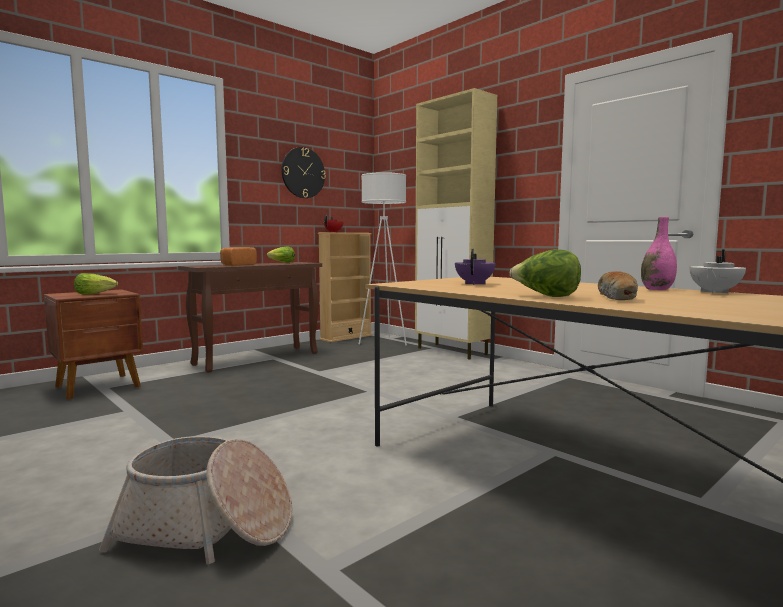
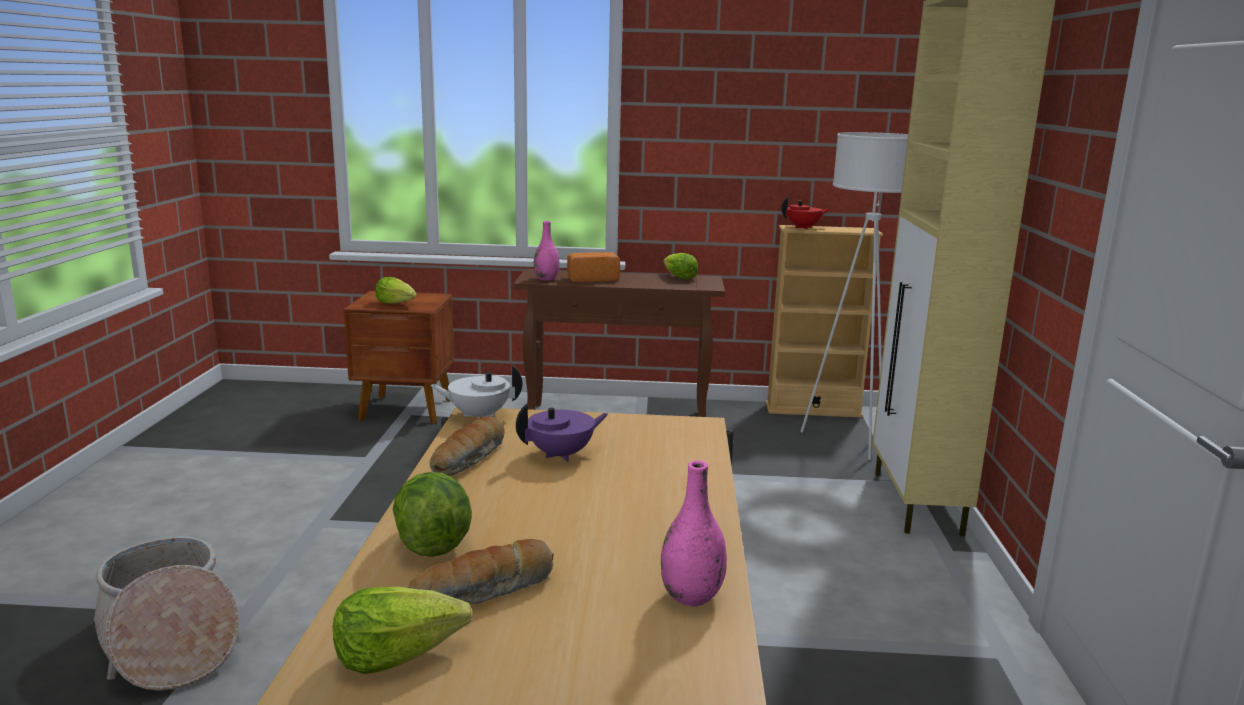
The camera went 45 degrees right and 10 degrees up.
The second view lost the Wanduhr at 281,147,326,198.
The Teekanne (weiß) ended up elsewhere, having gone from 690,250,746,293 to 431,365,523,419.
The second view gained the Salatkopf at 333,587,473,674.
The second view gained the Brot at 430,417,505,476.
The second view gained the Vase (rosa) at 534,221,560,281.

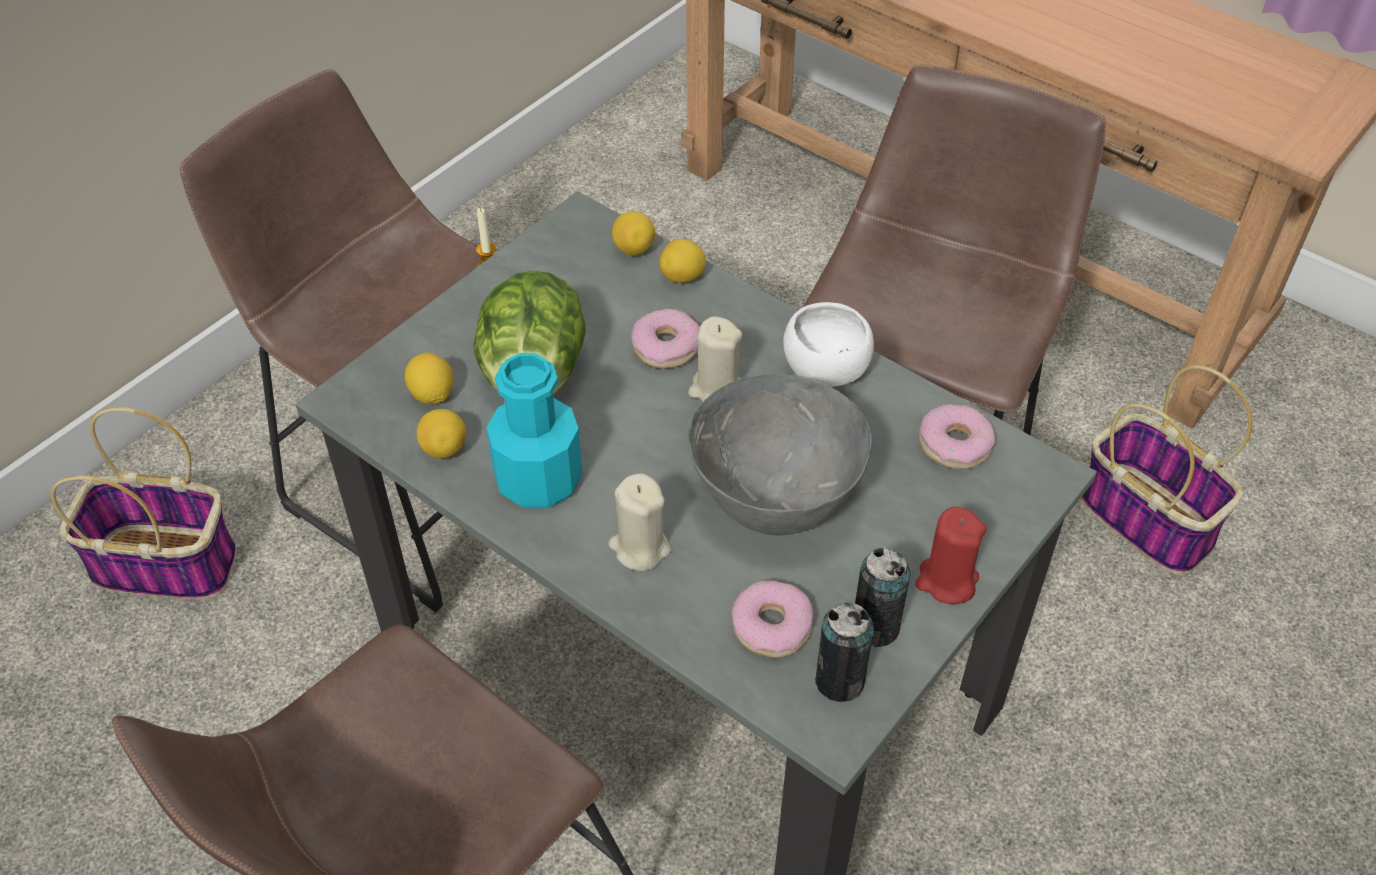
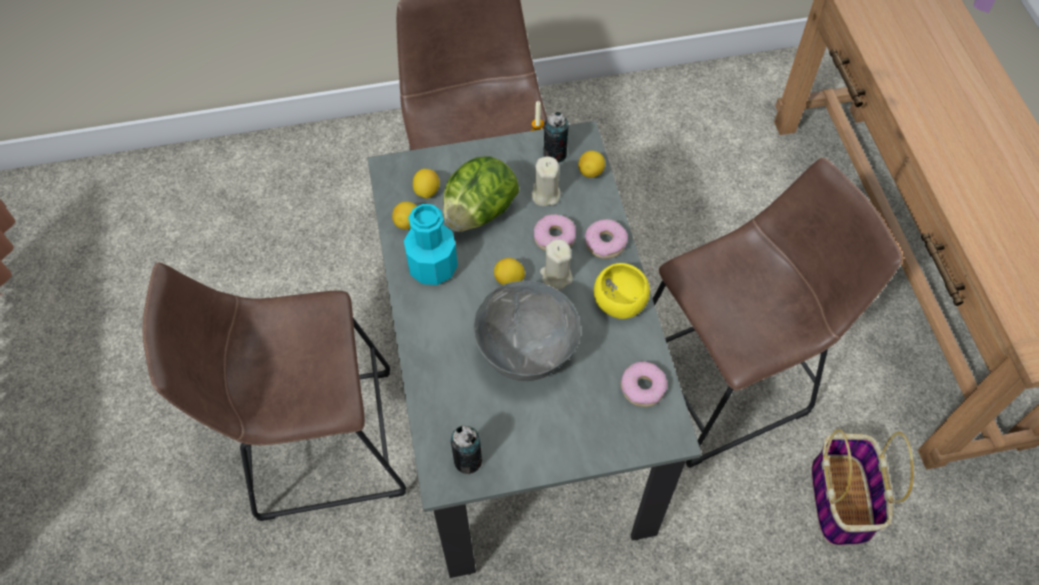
The camera went 40 degrees right and 10 degrees up.
The second view lost the Korb at 51,407,237,600.
The Kerze (beige) ended up elsewhere, having gone from 608,473,671,571 to 531,156,561,207.
The Zitrone ended up elsewhere, having gone from 659,239,706,283 to 494,258,525,285.
The Donut ended up elsewhere, having gone from 732,580,813,658 to 585,219,628,259.
What was the Schüssel (weiß) at 783,302,874,387 turned into the Schüssel (gelb) at 594,263,650,319.
The Dose ended up elsewhere, having gone from 855,547,911,647 to 543,112,569,163.
The second view lost the Kerze (rot) at 916,506,987,604.

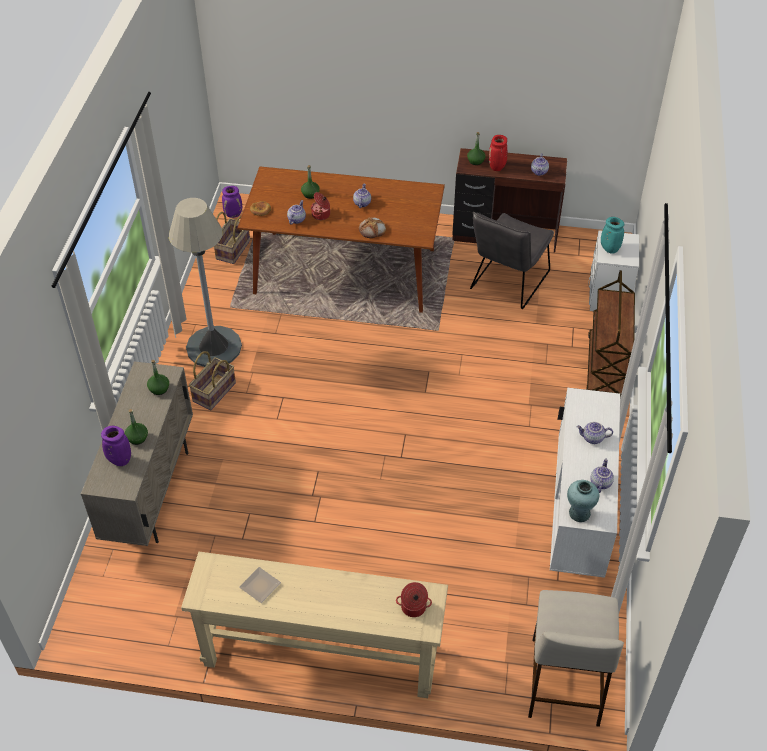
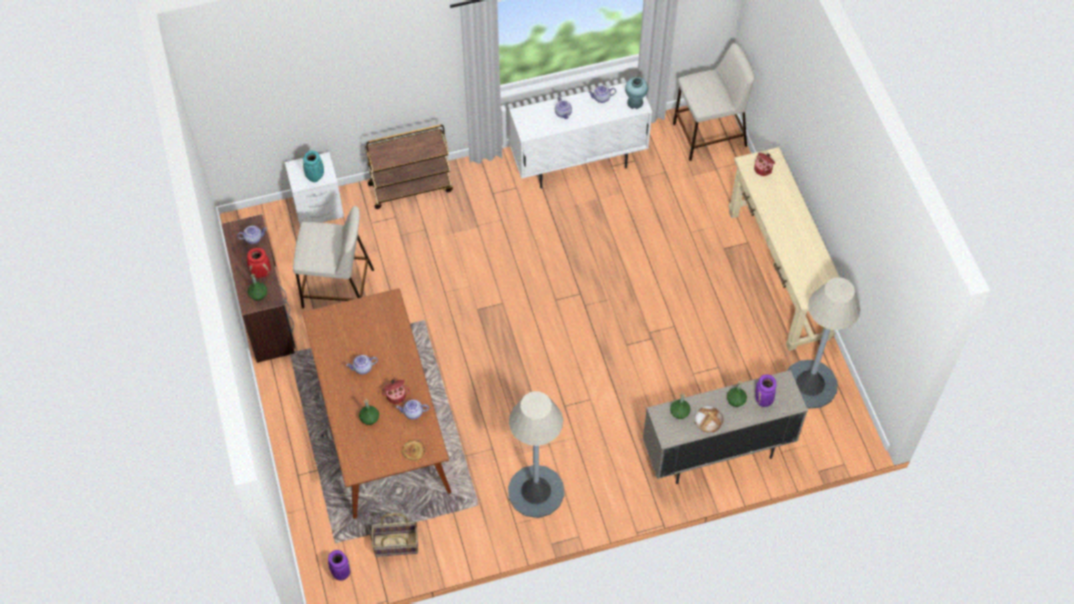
The camera went 115 degrees left and 10 degrees up.
The second view lost the Korb at 189,351,236,410.
The second view lost the Teller at 239,567,281,603.
The Brot ended up elsewhere, having gone from 359,217,386,238 to 694,405,723,432.
Where the Stuhl (grau) stood at 470,212,554,309, the Hocker (beige) came to stand at 293,206,374,309.
The second view gained the Stehlampe (grau) at 787,277,860,409.

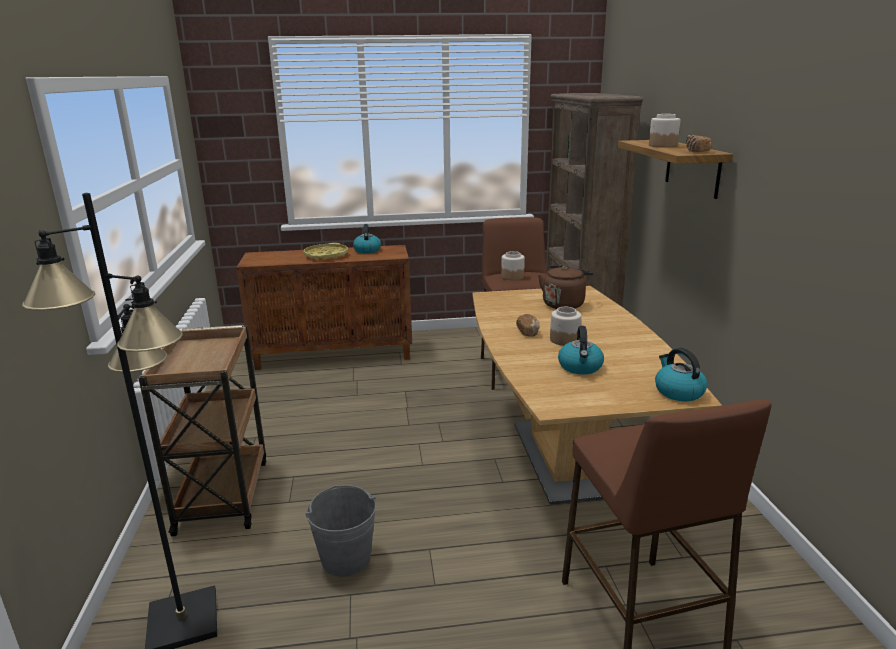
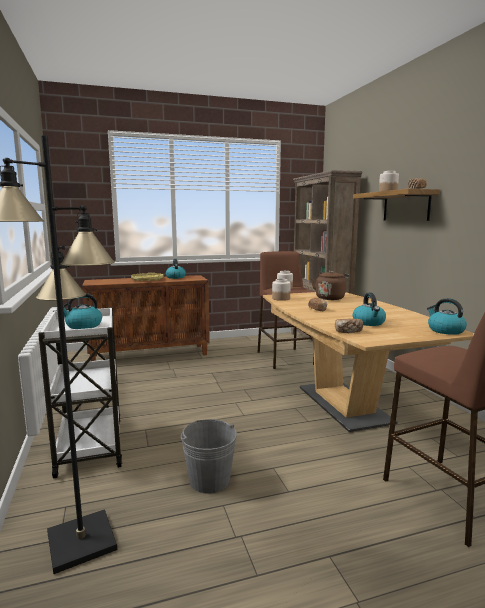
The camera went 10 degrees left and 10 degrees down.
What was the Rollwagen (braun) at 138,325,266,537 turned into the Rollwagen (weiß) at 38,307,122,478.
The Vorratsglas ended up elsewhere, having gone from 550,307,582,346 to 272,279,291,301.
The second view gained the Wasserkessel at 63,293,102,329.
The second view gained the Brot at 335,319,363,333.

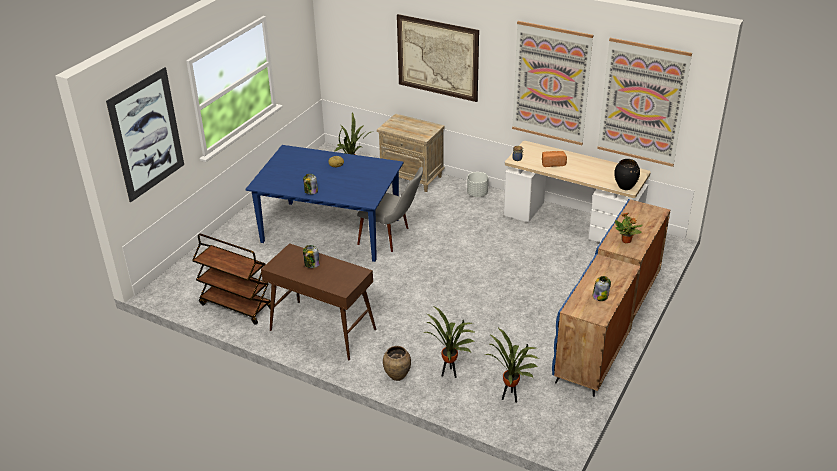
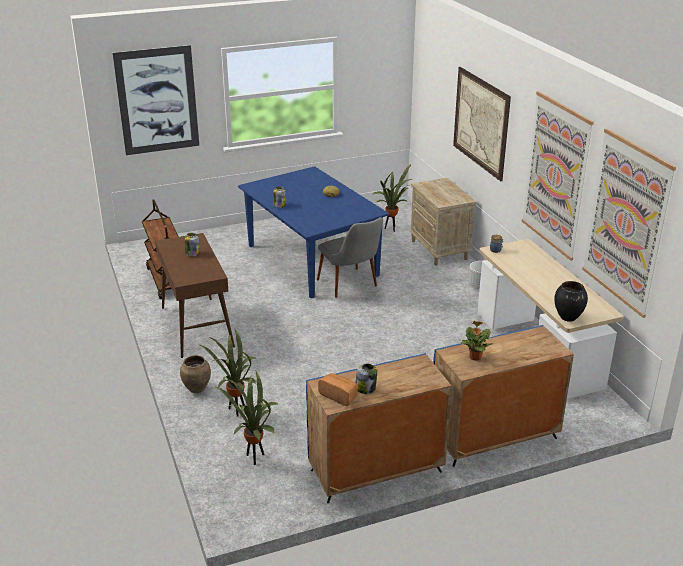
The camera went 40 degrees right and 5 degrees down.
The Brot ended up elsewhere, having gone from 542,151,567,167 to 318,373,358,406.

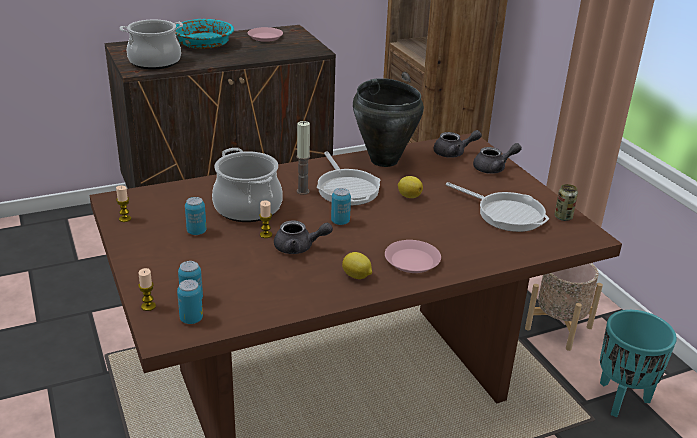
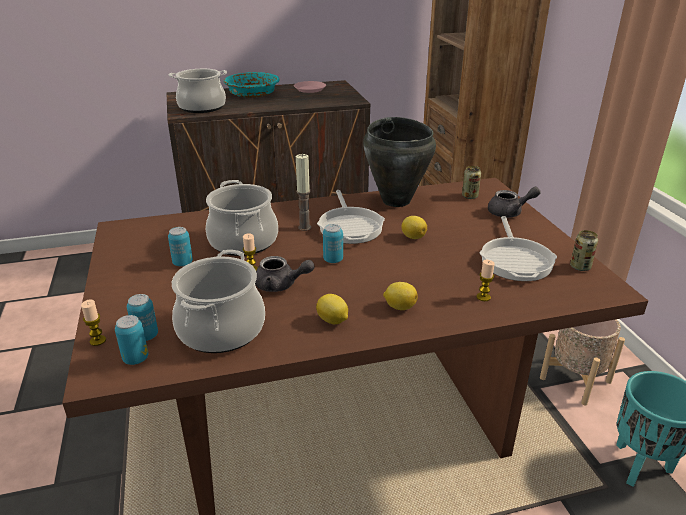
The camera went 10 degrees right and 0 degrees up.
The Kerze ended up elsewhere, having gone from 116,186,131,222 to 477,260,495,301.
Where the Teller (rosa) stood at 385,240,441,273, the Zitrone came to stand at 383,282,418,310.
Where the Teekanne (grau) stood at 433,130,482,158, the Dose came to stand at 462,166,481,199.
The Pfanne at 446,182,549,232 ended up facing another way, 45 degrees clockwise from before.
The second view gained the Kochtopf at 172,250,265,353.

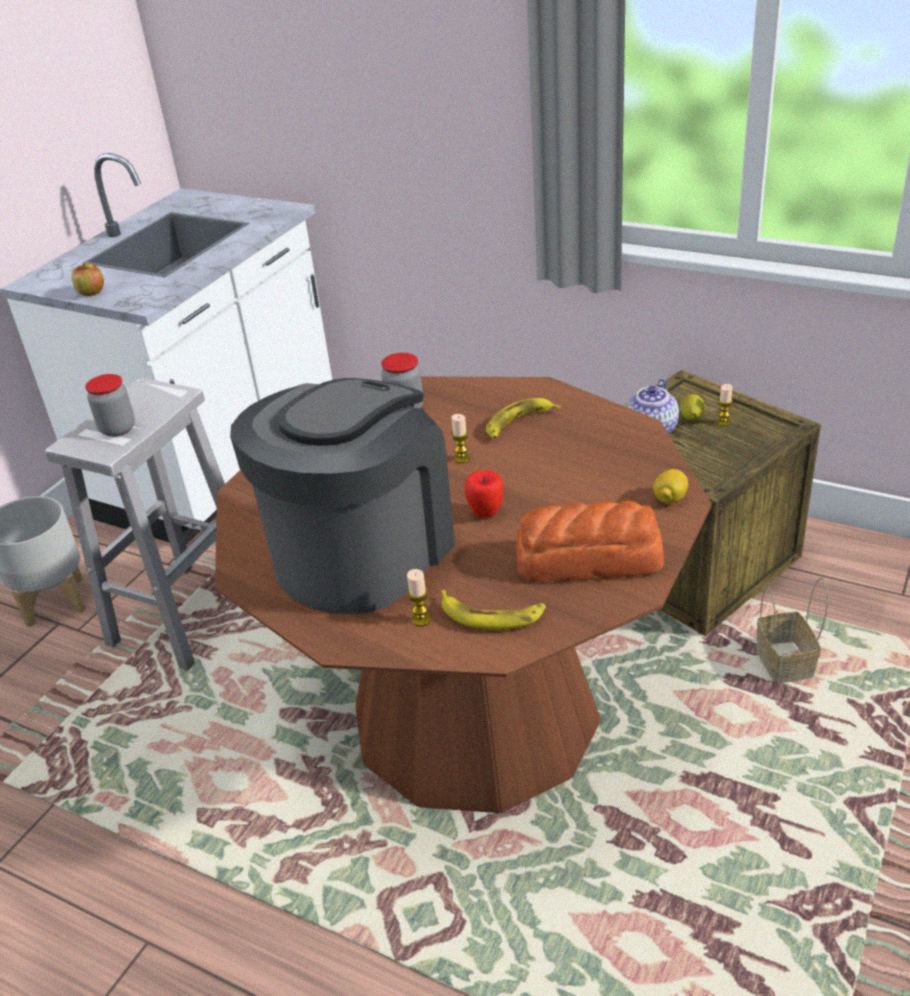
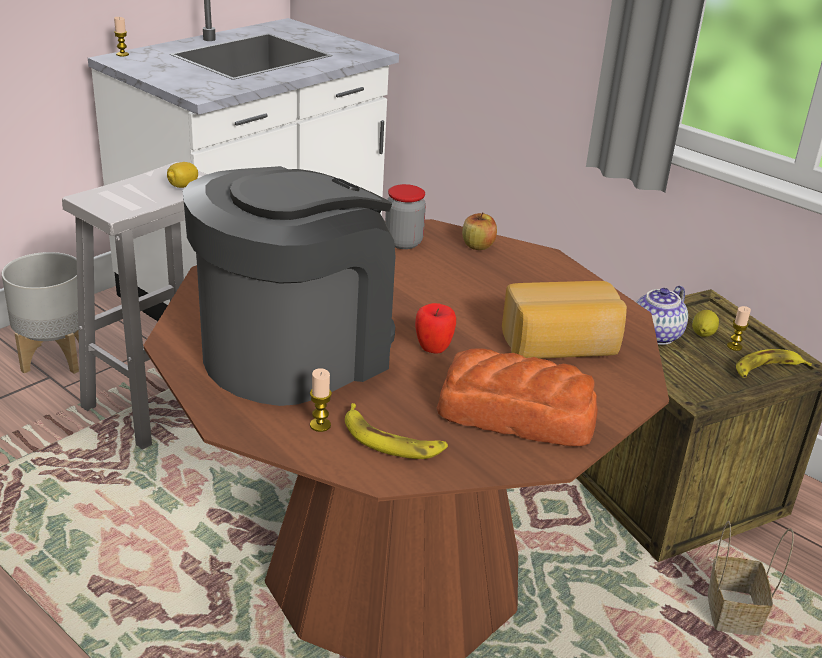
The camera went 10 degrees right and 5 degrees down.
The Apfel ended up elsewhere, having gone from 71,263,104,296 to 462,213,497,250.
The second view lost the Vorratsglas at 85,374,135,437.
The Kerze ended up elsewhere, having gone from 451,414,470,463 to 114,17,129,56.
The Banane ended up elsewhere, having gone from 486,398,561,439 to 736,349,812,378.
The Zitrone ended up elsewhere, having gone from 653,469,688,504 to 167,162,198,188.
The second view gained the Brot at 502,281,627,359.

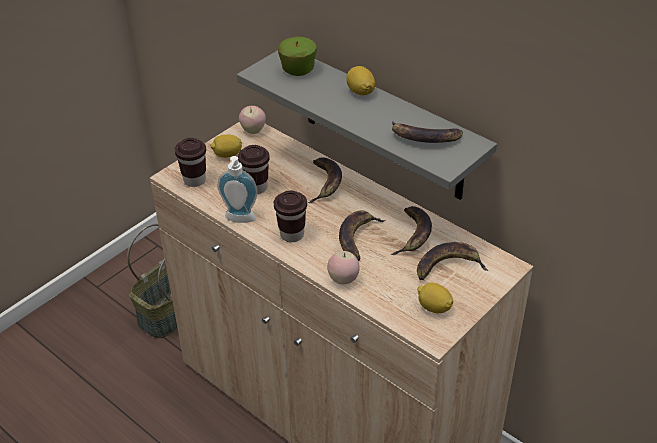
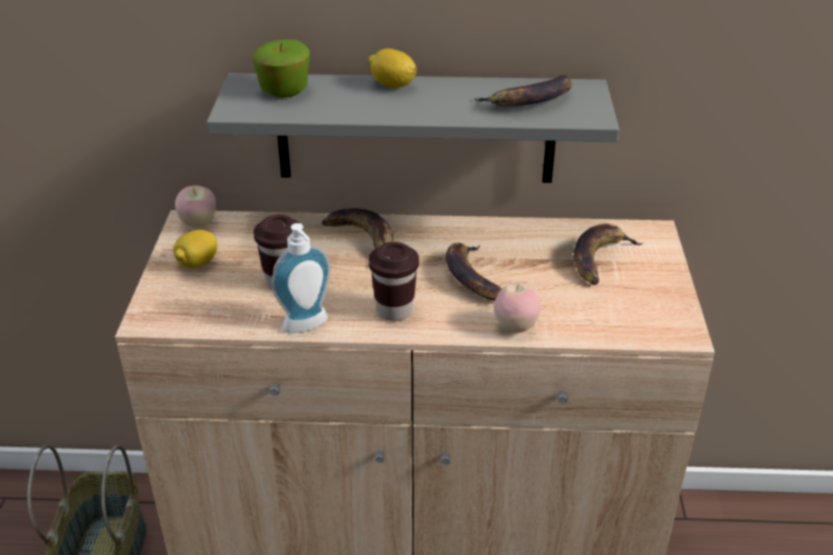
The camera went 40 degrees left and 5 degrees down.
The second view lost the Tasse (braun) at 175,138,206,187.
The second view lost the Banane at 391,206,432,255.
The second view lost the Zitrone at 417,283,453,313.

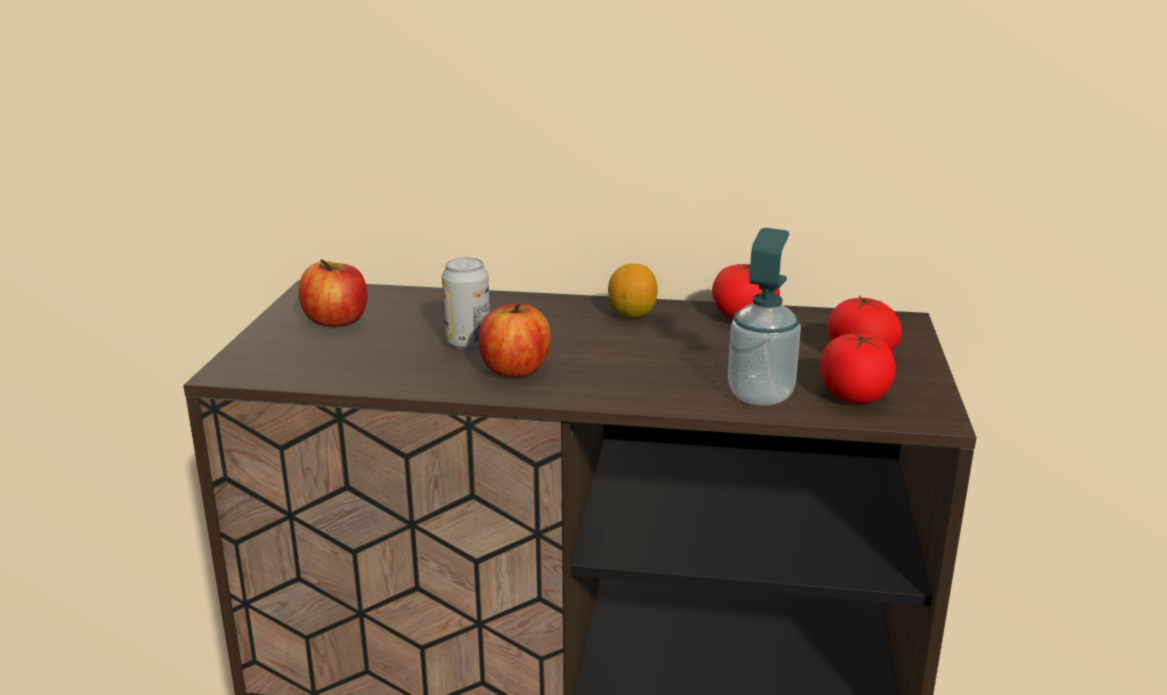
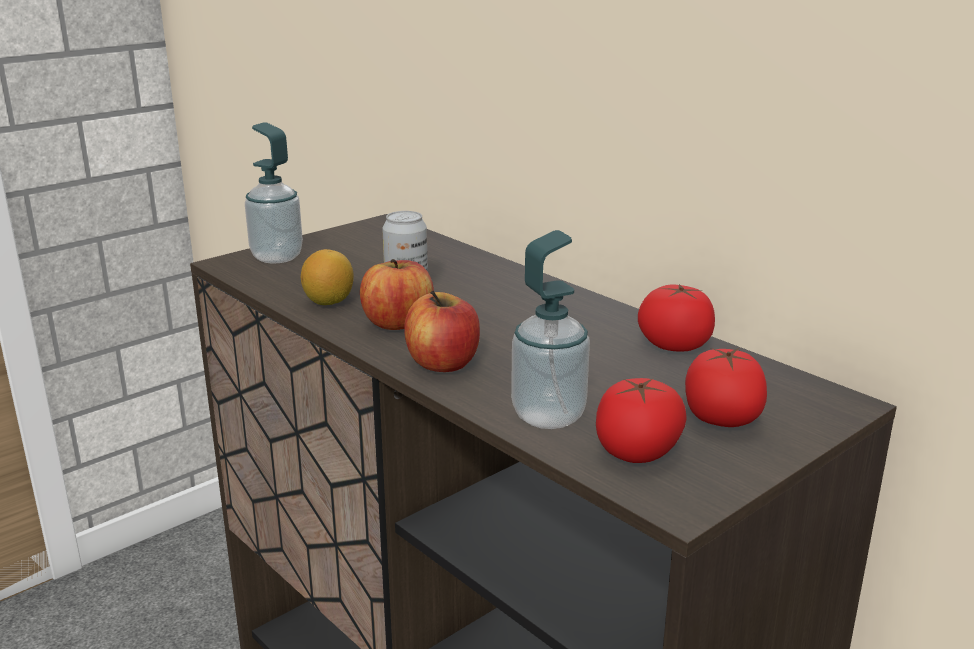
The camera went 40 degrees right and 0 degrees up.
The Apfel ended up elsewhere, having gone from 298,259,368,327 to 404,291,480,372.
The Zitrone ended up elsewhere, having gone from 608,264,657,318 to 301,249,354,305.
The second view gained the Seifenspender at 245,122,303,264.

